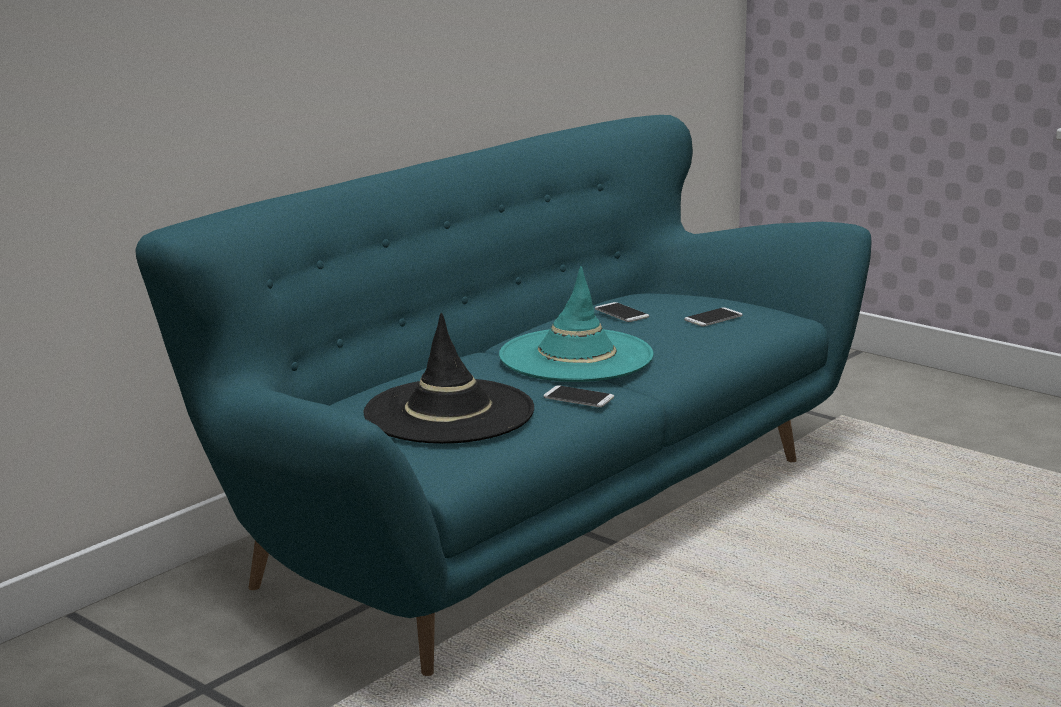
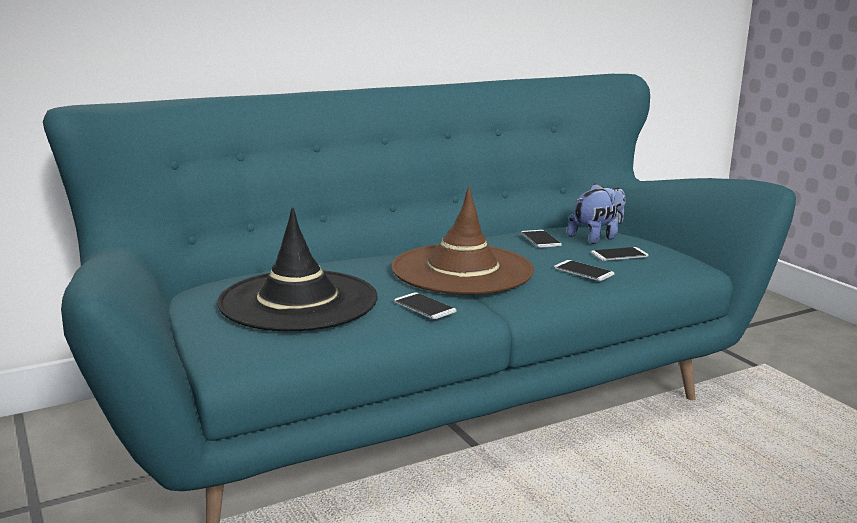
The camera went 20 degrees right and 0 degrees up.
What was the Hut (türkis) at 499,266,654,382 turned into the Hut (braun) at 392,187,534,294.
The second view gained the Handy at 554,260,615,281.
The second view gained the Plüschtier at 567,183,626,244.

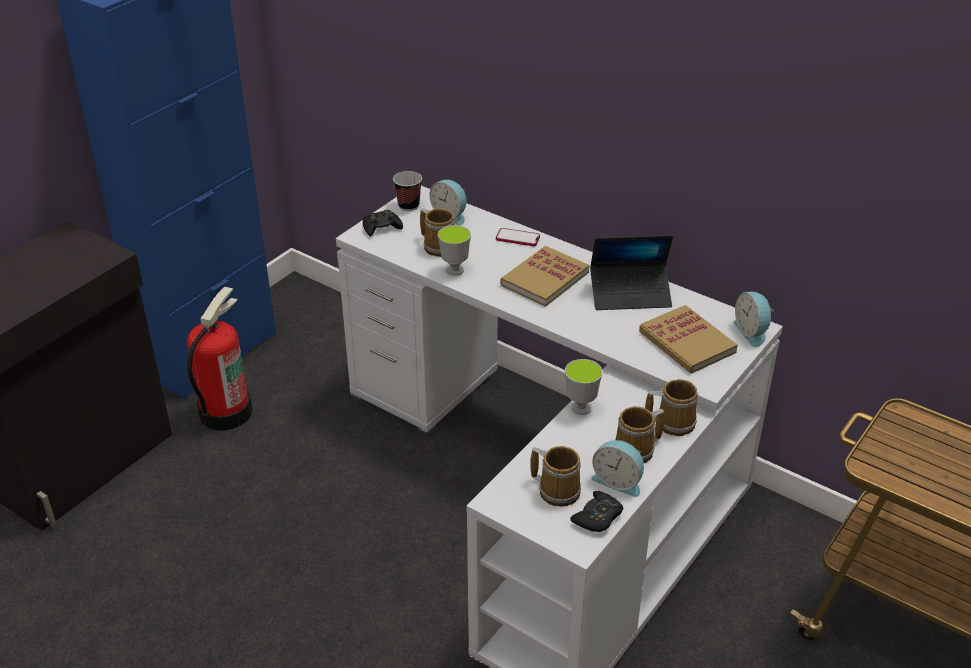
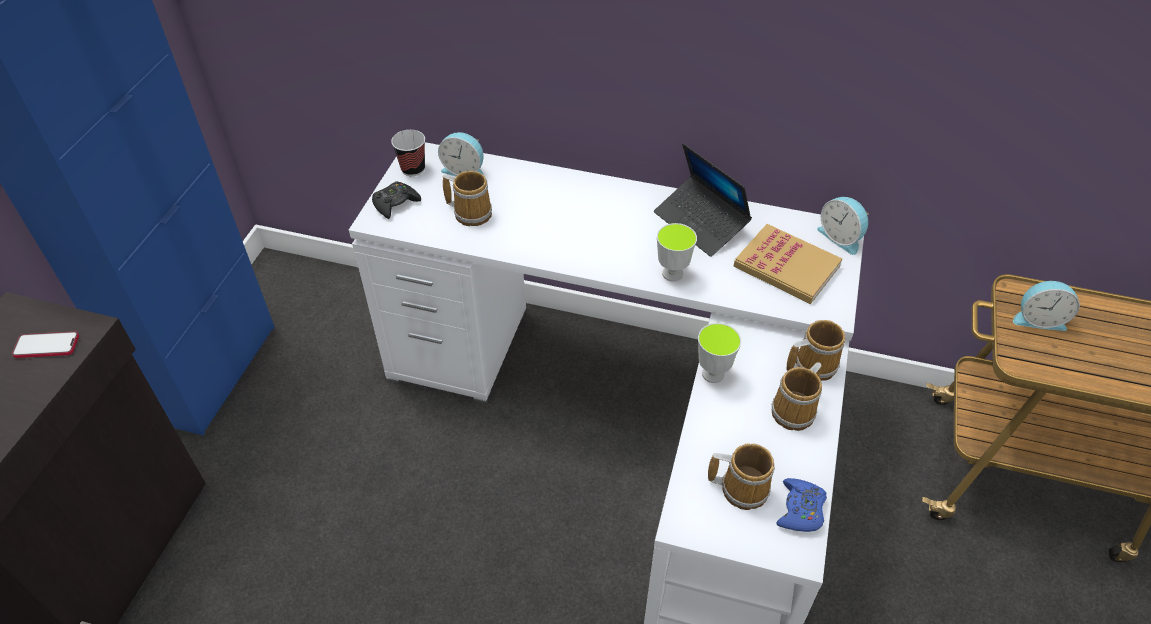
The camera went 20 degrees left and 10 degrees up.
The second view lost the Feuerlöscher at 187,287,252,431.
The Tasse ended up elsewhere, having gone from 438,225,471,276 to 657,223,697,282.
The Handy ended up elsewhere, having gone from 496,228,540,246 to 12,331,79,358.
The second view lost the Buch at 500,246,589,307.
What was the Gamepad (schwarz) at 570,491,623,532 turned into the Gamepad (blau) at 776,478,827,532.
The Laptop at 590,235,673,310 ended up facing another way, 75 degrees clockwise from before.
The Wecker ended up elsewhere, having gone from 591,440,644,497 to 1013,281,1080,331.

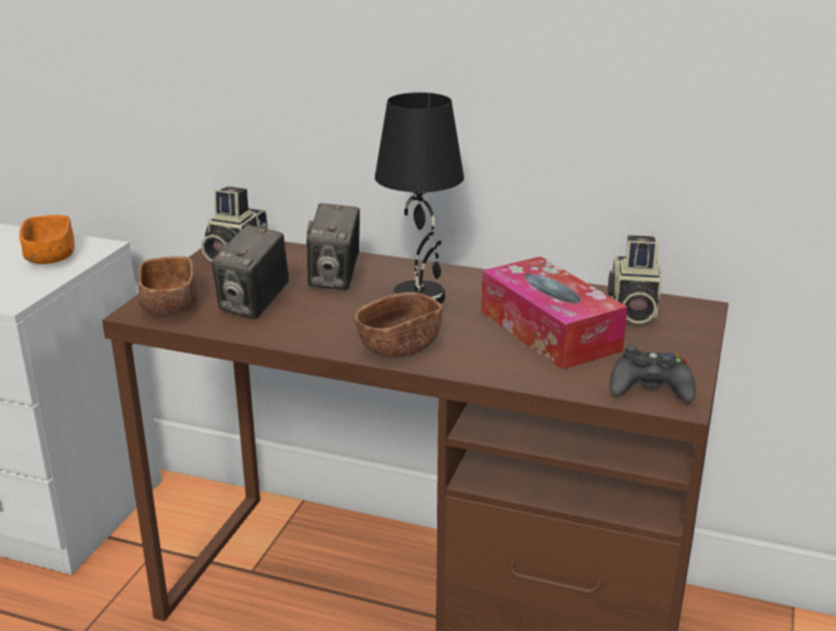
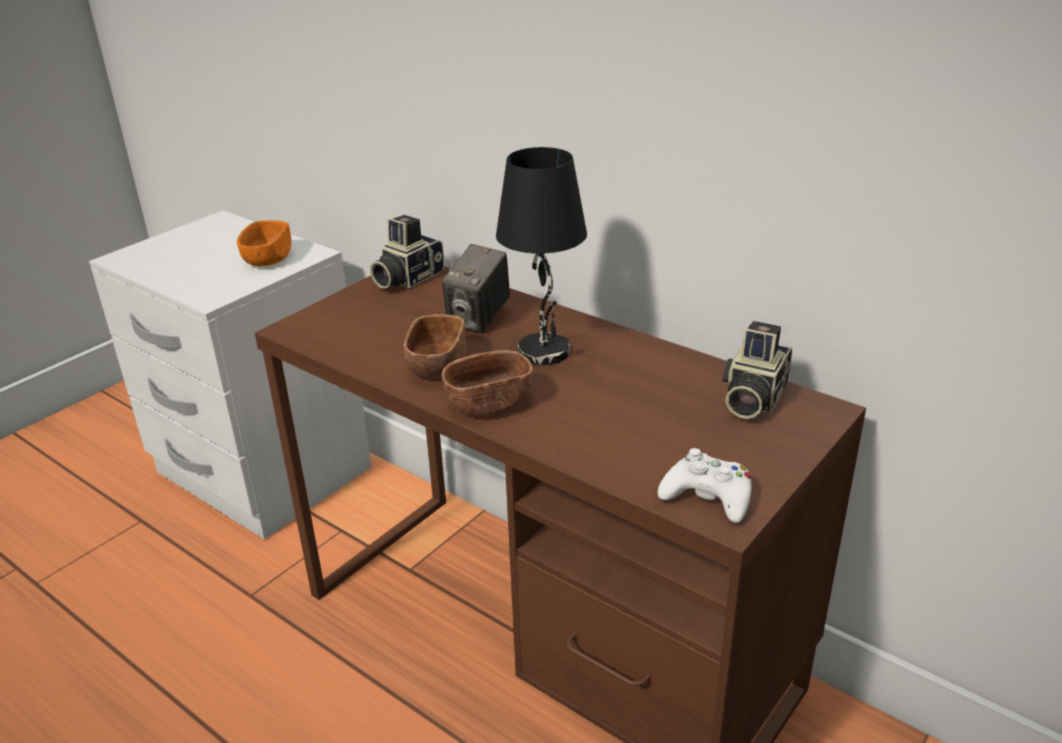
The camera went 20 degrees right and 5 degrees up.
The Schüssel (braun) ended up elsewhere, having gone from 138,256,198,315 to 403,314,467,378.
The second view lost the Kamera at 212,224,289,319.
The second view lost the Taschentuchbox at 481,256,628,370.
What was the Gamepad (schwarz) at 610,346,696,402 turned into the Gamepad (weiß) at 658,448,752,523.

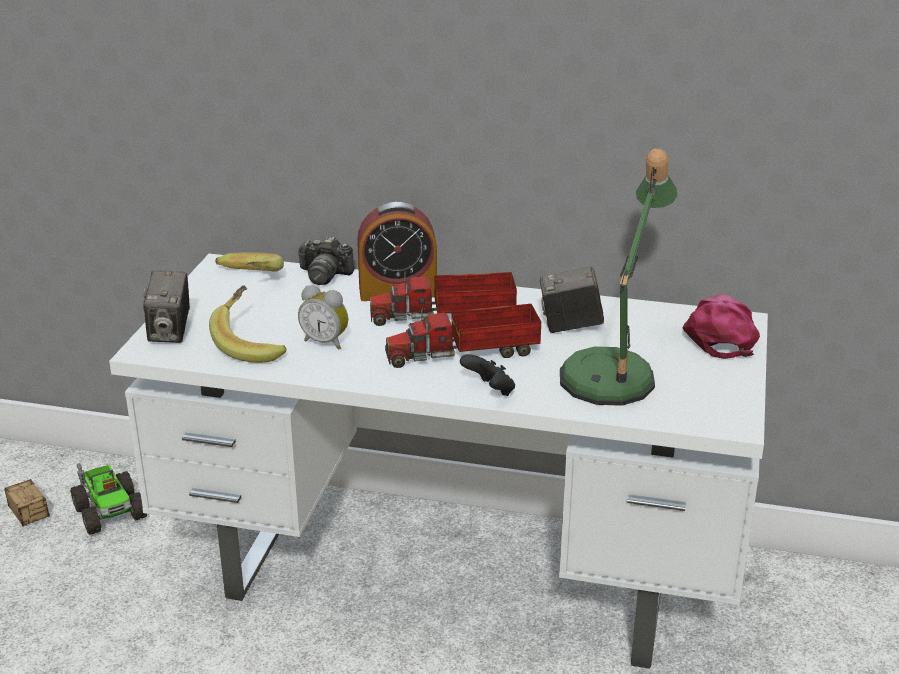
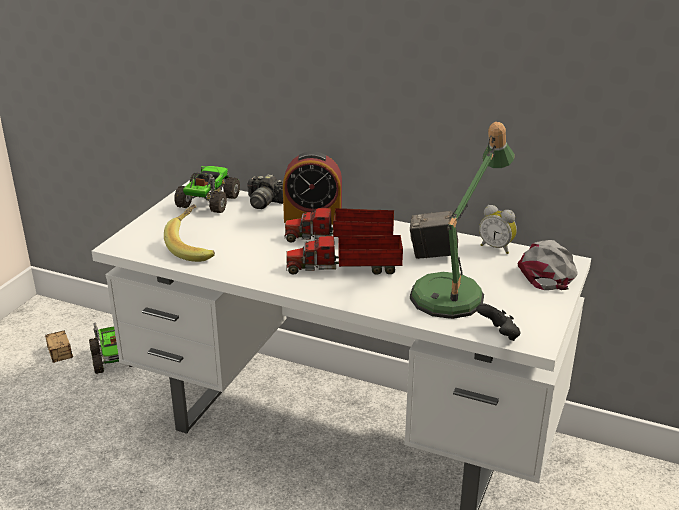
The camera went 10 degrees right and 0 degrees up.
The second view lost the Kamera at 143,270,190,343.
Where the Banane stood at 215,253,284,272, the Spielzeuglaster came to stand at 174,166,240,213.
The Wecker ended up elsewhere, having gone from 298,285,348,350 to 479,205,517,254.
The Gamepad (schwarz) ended up elsewhere, having gone from 460,354,515,396 to 476,303,521,341.
What was the Kappe (rosa) at 683,294,760,359 turned into the Kappe (grau) at 517,240,578,290.

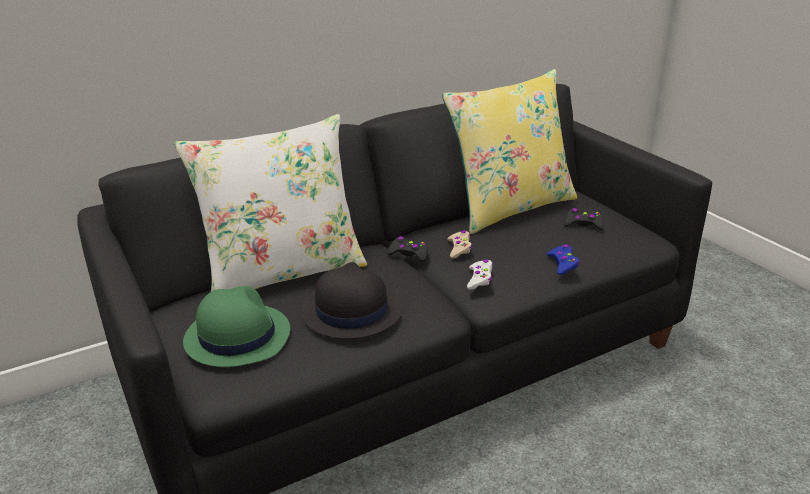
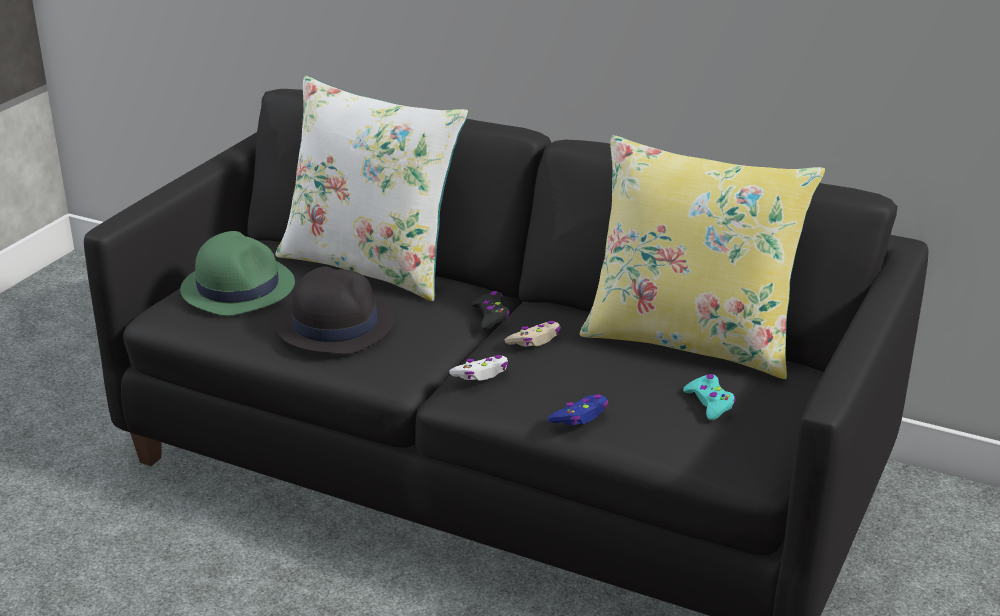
The camera went 55 degrees right and 0 degrees up.
What was the Gamepad (schwarz) at 564,208,604,230 turned into the Gamepad (türkis) at 683,374,736,420.

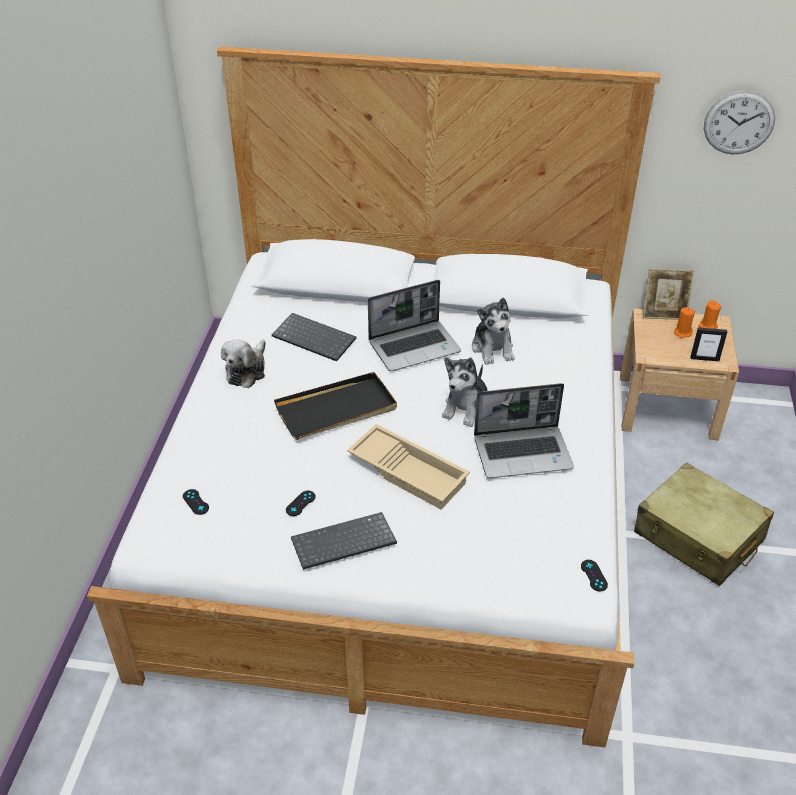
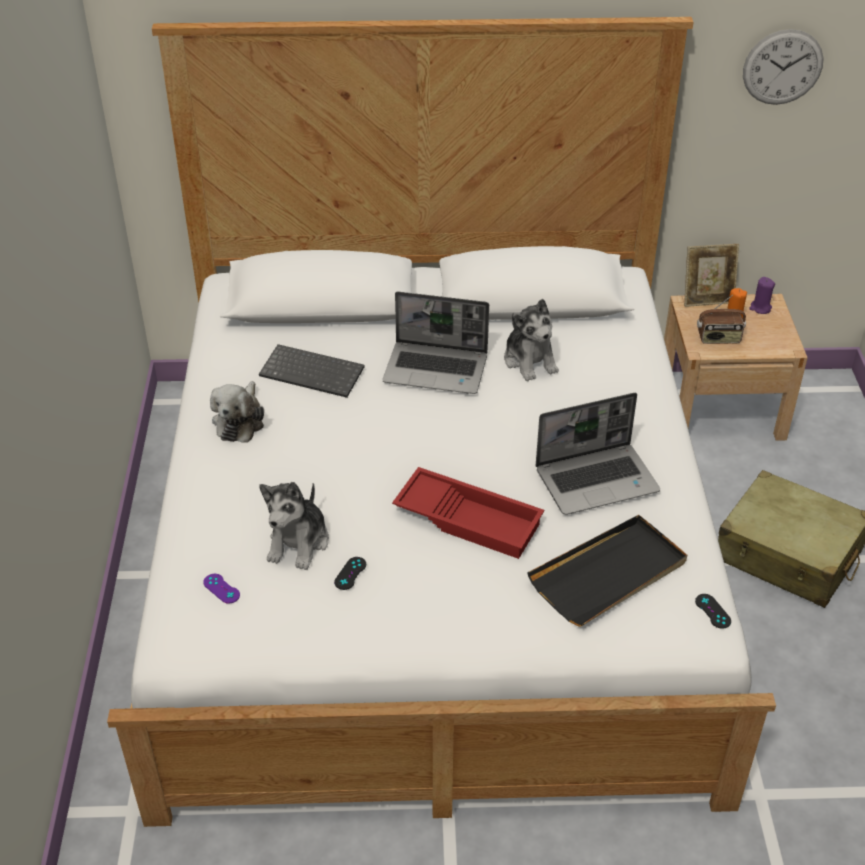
The camera went 10 degrees left and 0 degrees up.
What was the Gamepad (schwarz) at 183,489,209,515 turned into the Gamepad (lila) at 203,574,240,603.
The Tablett (schwarz) ended up elsewhere, having gone from 274,372,397,440 to 527,515,687,626.
The second view lost the Tastatur at 291,512,397,570.
What was the Tablett (beige) at 347,424,470,510 turned into the Tablett (rot) at 392,467,544,559.
The Laptop at 368,280,461,371 ended up facing another way, 45 degrees clockwise from before.
The Plüschtier ended up elsewhere, having gone from 442,357,487,427 to 259,482,329,570.
The second view lost the Bilderrahmen at 690,327,727,361.
What was the Kerze (orange) at 698,300,721,329 turned into the Kerze (lila) at 749,277,775,314.
The second view gained the Radio at 697,295,746,344.

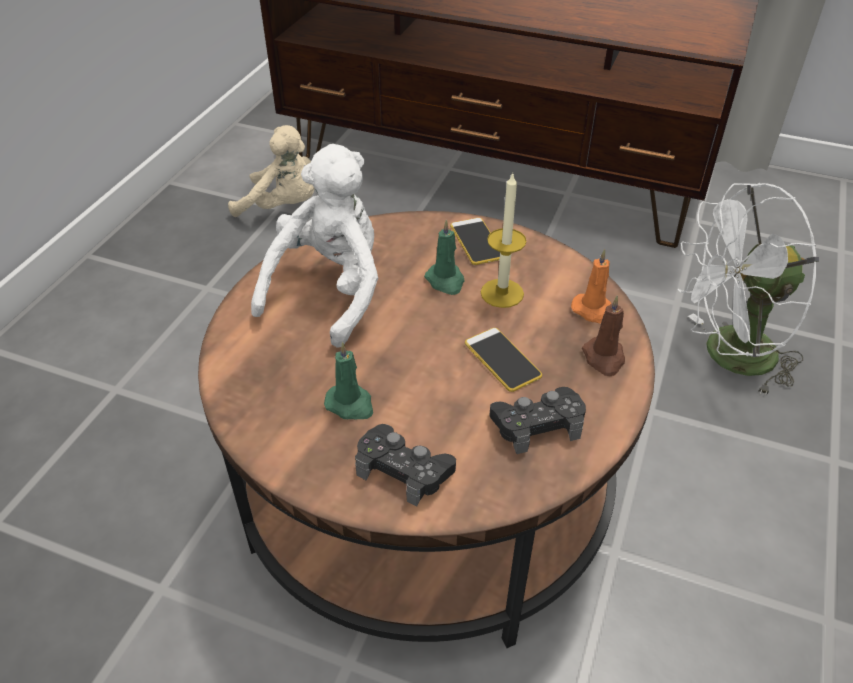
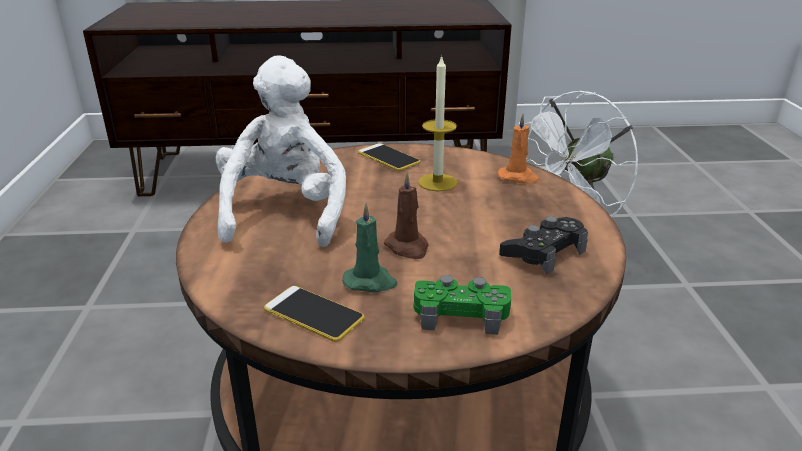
The camera went 25 degrees left and 15 degrees down.
The second view lost the Plüschtier (beige) at 228,125,315,217.
What was the Gamepad (schwarz) at 355,424,456,507 turned into the Gamepad (grün) at 413,275,511,335.
The second view lost the Kerze (grün) at 424,220,465,295.
The Handy ended up elsewhere, having gone from 465,328,542,392 to 264,286,365,342.
The Kerze (braun) ended up elsewhere, having gone from 582,295,625,376 to 384,172,429,259.

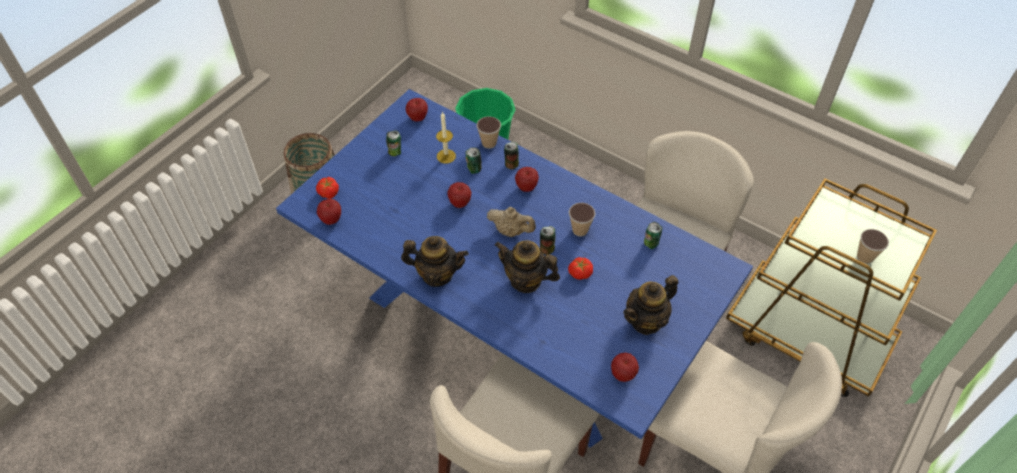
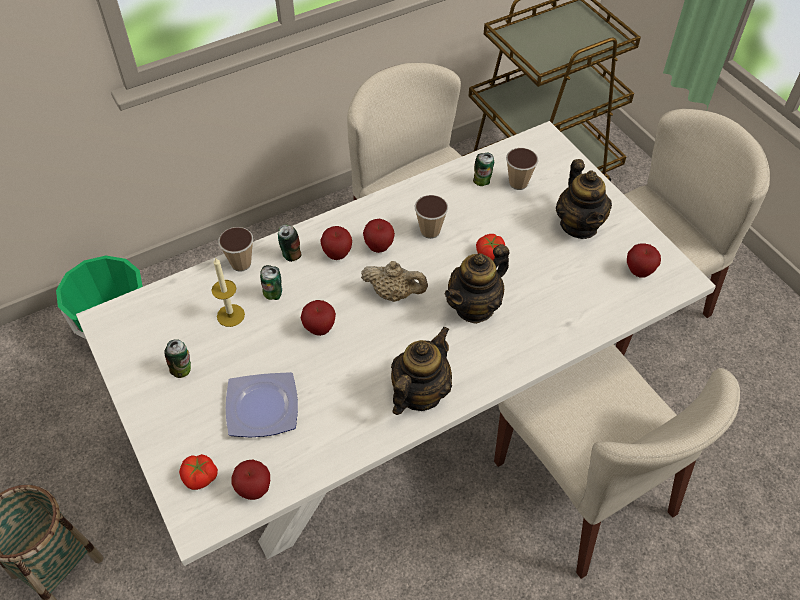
The camera went 65 degrees left and 0 degrees up.
What was the Esstisch (blau) at 276,89,753,448 turned into the Esstisch (weiß) at 76,121,716,566.
The Apfel ended up elsewhere, having gone from 405,98,428,122 to 363,219,395,253.
The Teekanne (beige) at 487,207,536,237 ended up facing another way, 60 degrees clockwise from before.
The second view lost the Dose at 540,226,555,255.
The Tasse ended up elsewhere, having gone from 857,229,889,264 to 506,148,539,190.
The second view gained the Teller at 226,372,298,438.

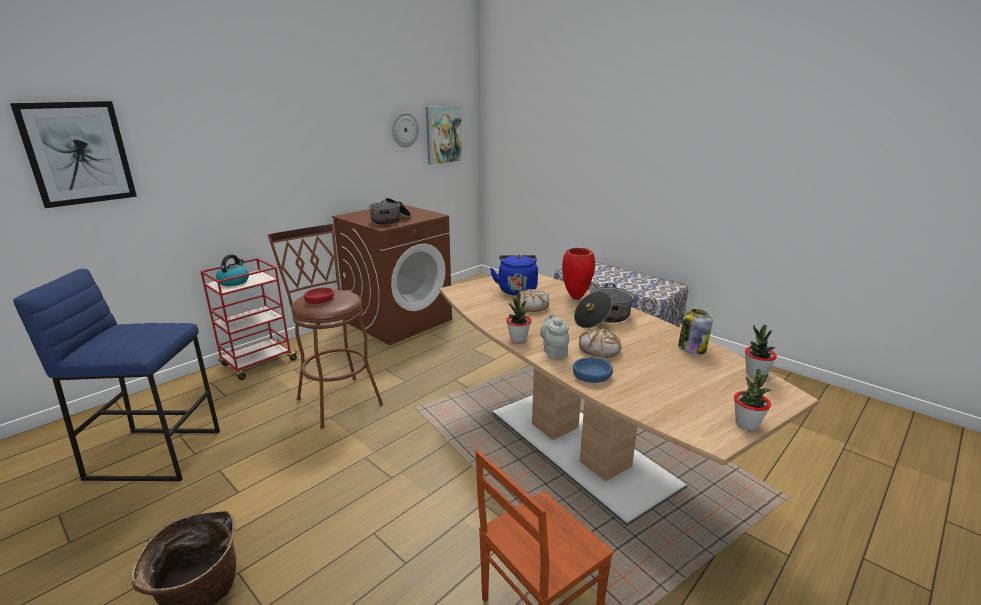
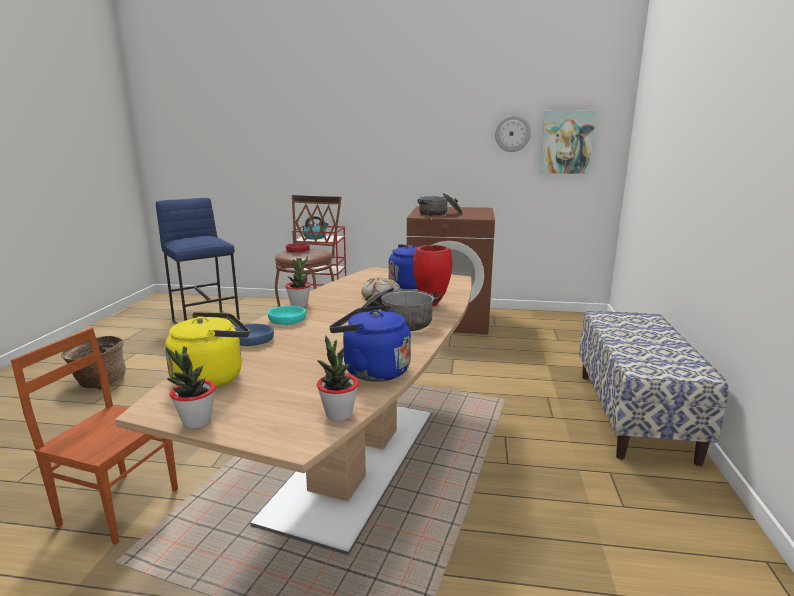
The camera went 55 degrees right and 5 degrees down.
The second view lost the Bild at 10,101,137,208.
Where the Teekanne (grau) stood at 540,313,569,359, the Schüssel (türkis) came to stand at 268,306,306,325.
The second view lost the Brot at 579,328,621,358.
Where the Vorratsglas stood at 678,309,713,354, the Wasserkessel (blau) came to stand at 330,305,411,382.
The second view gained the Wasserkessel (gelb) at 165,312,250,389.

